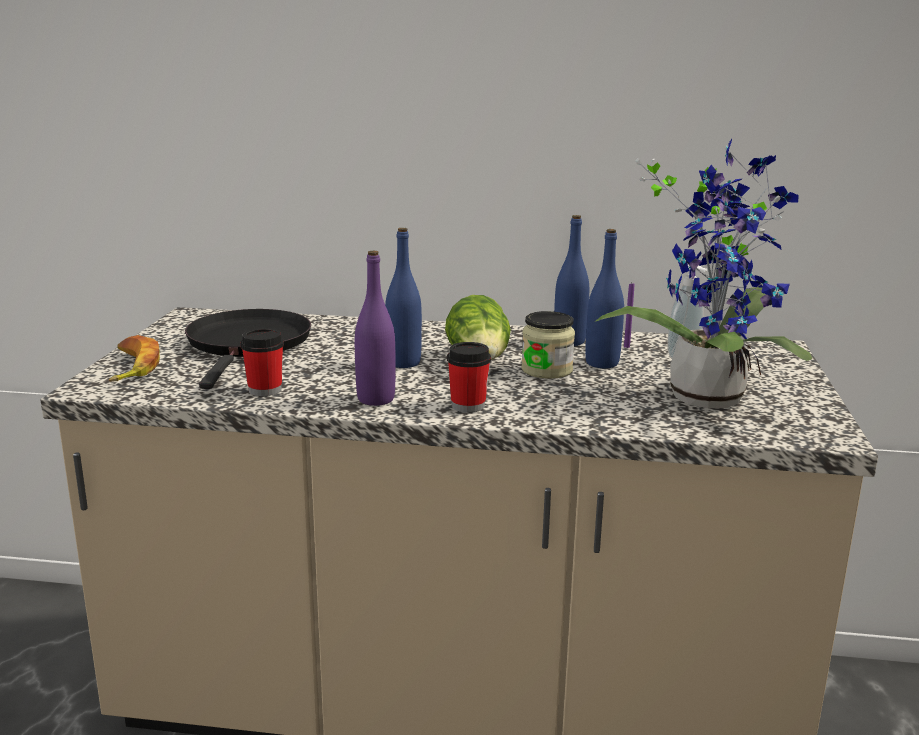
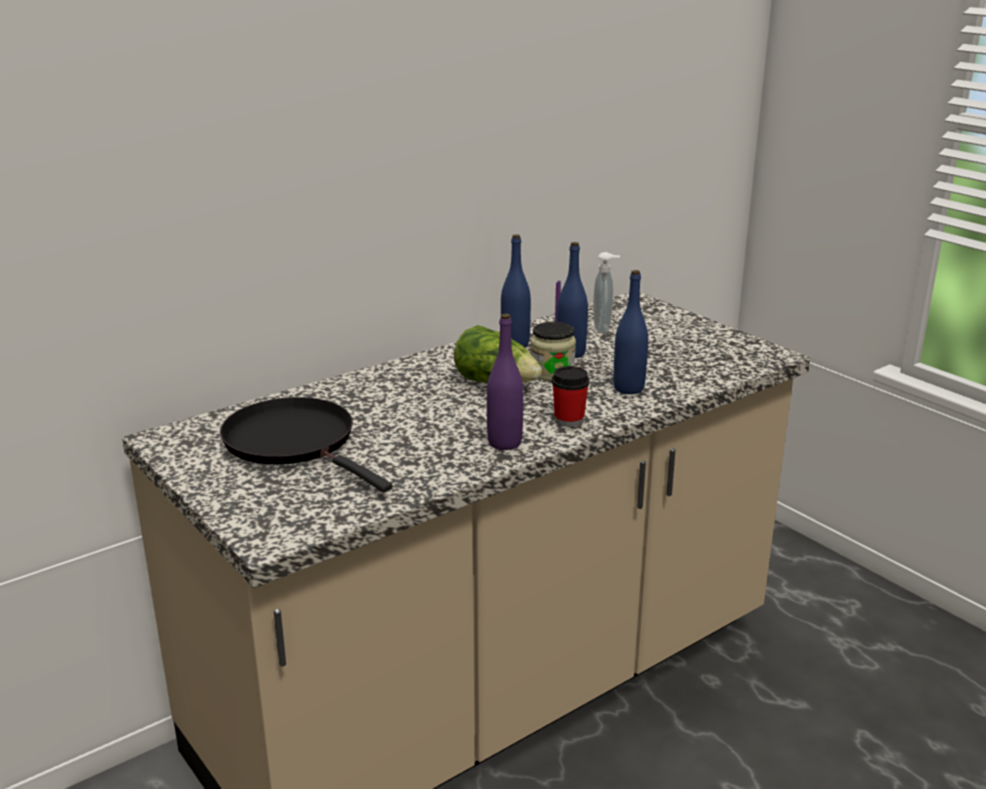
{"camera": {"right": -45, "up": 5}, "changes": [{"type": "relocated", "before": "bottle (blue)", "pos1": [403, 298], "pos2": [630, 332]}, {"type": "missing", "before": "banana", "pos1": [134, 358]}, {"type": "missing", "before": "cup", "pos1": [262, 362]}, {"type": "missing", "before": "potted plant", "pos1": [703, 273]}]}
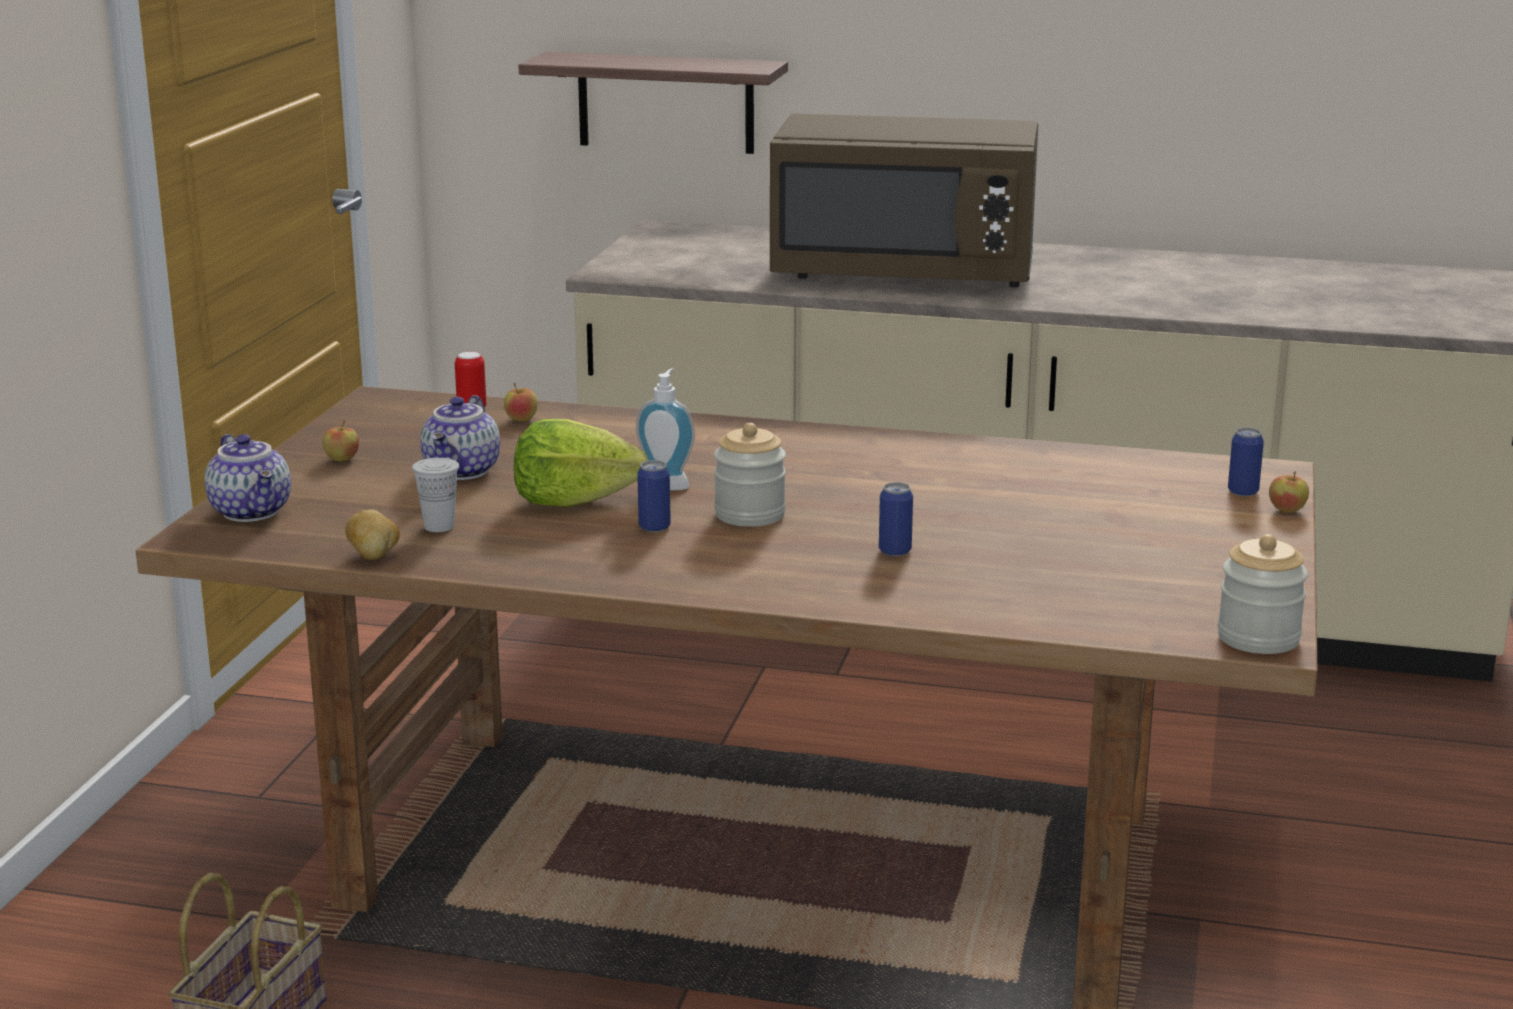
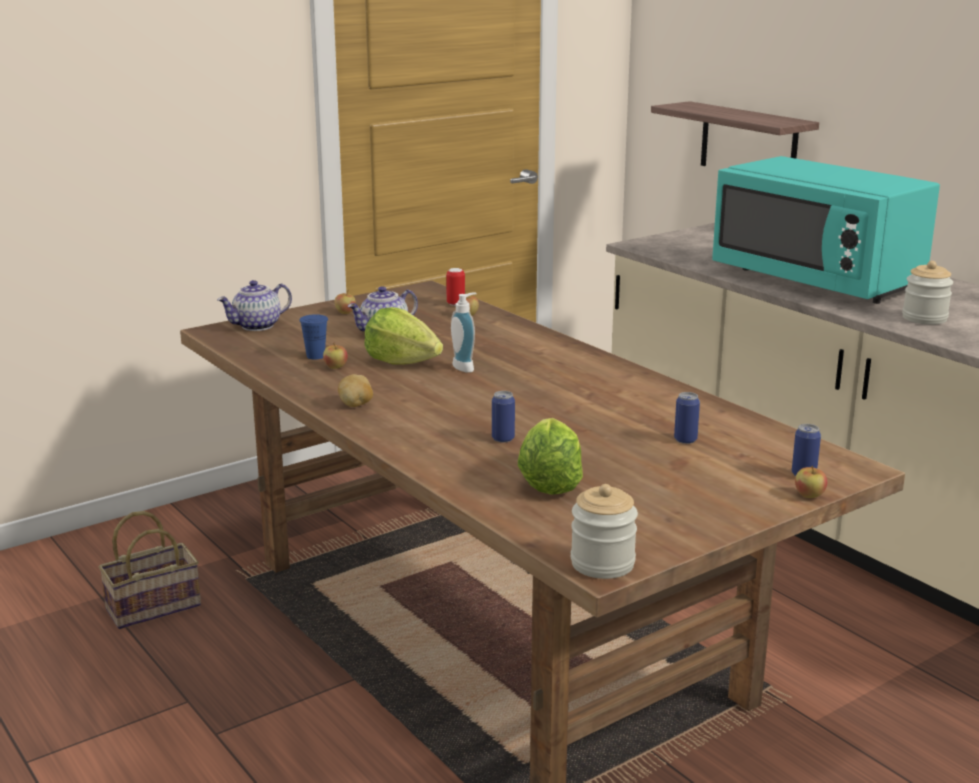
{"camera": {"right": 40, "up": 0}, "changes": [{"type": "spun", "before": "teapot", "pos1": [248, 478], "pos2": [254, 305], "turn": 45}, {"type": "colour", "before": "cup (white)", "after": "cup (blue)", "pos1": [435, 495], "pos2": [313, 337]}, {"type": "appeared", "after": "apple", "pos2": [335, 356]}, {"type": "relocated", "before": "potato", "pos1": [372, 534], "pos2": [355, 390]}, {"type": "appeared", "after": "lettuce", "pos2": [550, 456]}, {"type": "relocated", "before": "can", "pos1": [654, 496], "pos2": [687, 418]}, {"type": "colour", "before": "microwave (brown)", "after": "microwave (turquoise)", "pos1": [904, 200], "pos2": [826, 230]}, {"type": "relocated", "before": "jar", "pos1": [750, 475], "pos2": [927, 293]}]}
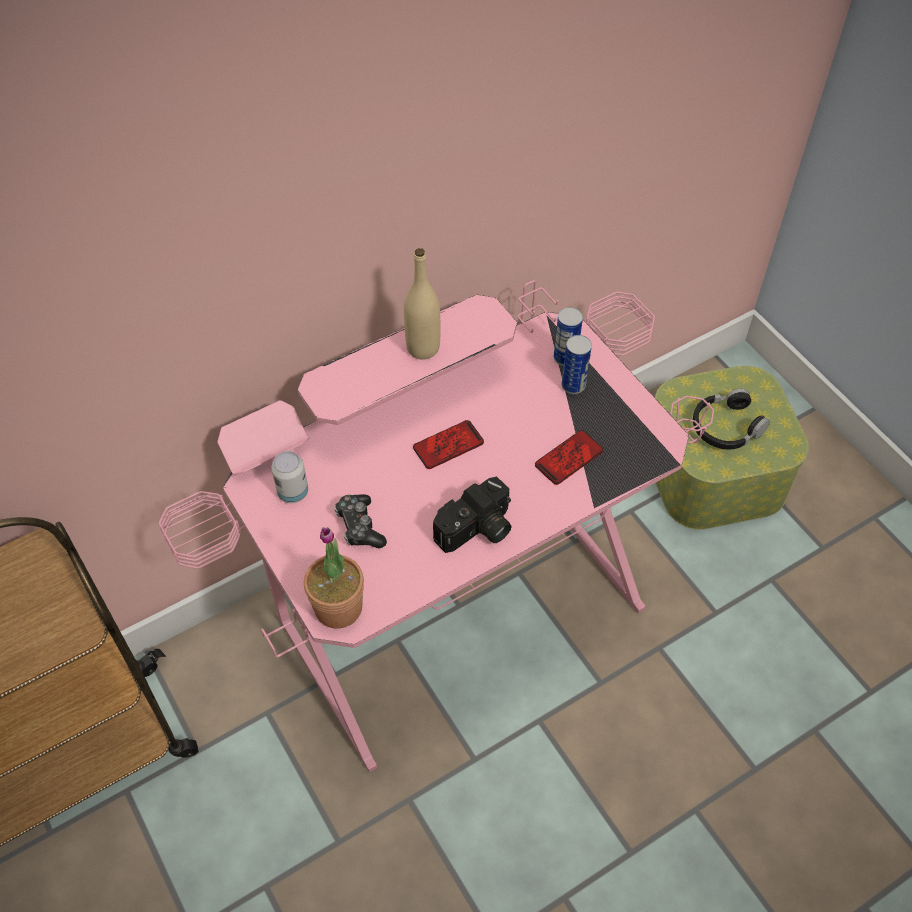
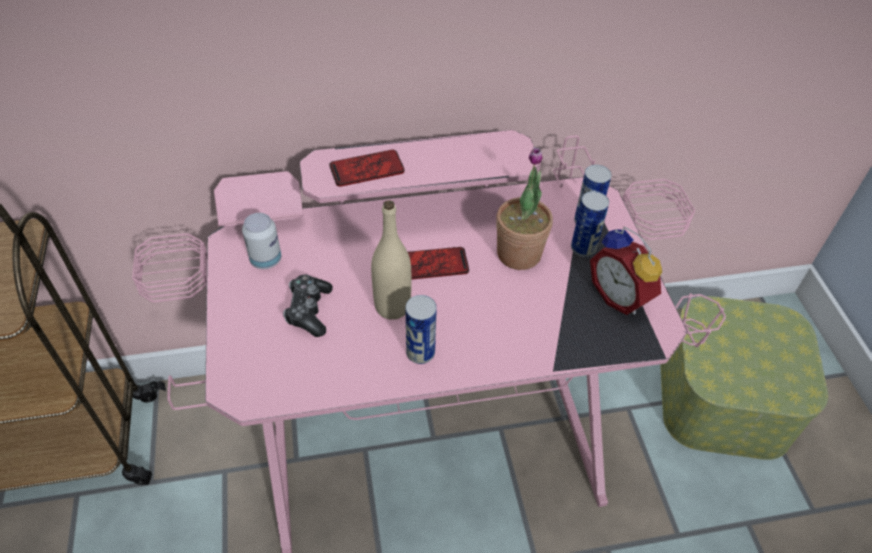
{"camera": {"right": 20, "up": -5}, "changes": [{"type": "relocated", "before": "phone", "pos1": [569, 457], "pos2": [367, 168]}, {"type": "relocated", "before": "bottle (beige)", "pos1": [422, 304], "pos2": [391, 260]}, {"type": "exchanged", "before": "photo camera", "after": "can", "pos1": [472, 515], "pos2": [421, 329]}, {"type": "relocated", "before": "potted plant", "pos1": [334, 578], "pos2": [524, 208]}, {"type": "appeared", "after": "alarm clock", "pos2": [626, 271]}, {"type": "missing", "before": "headphones (black)", "pos1": [731, 419]}]}
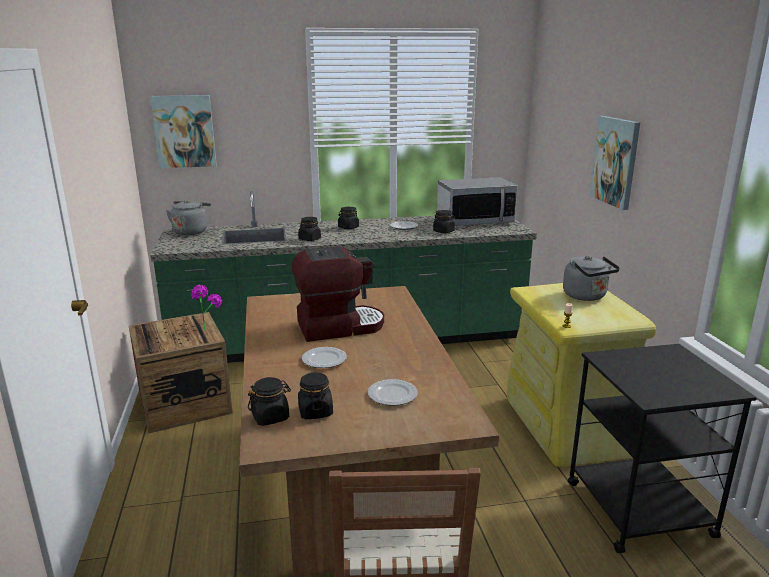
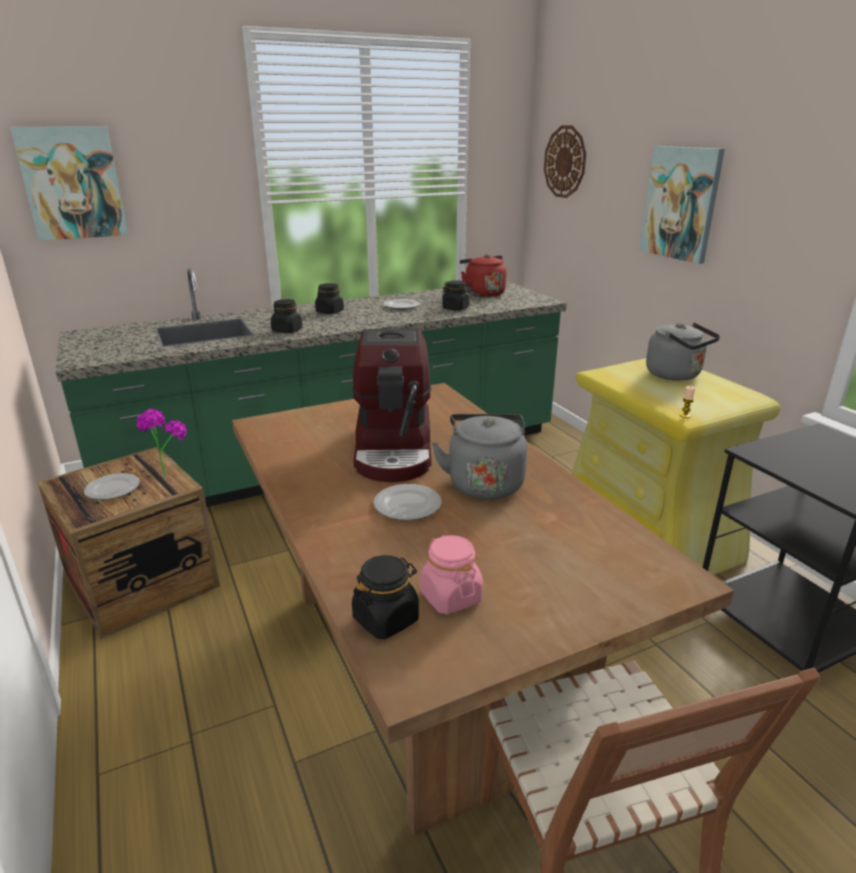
{"camera": {"right": -15, "up": 5}, "changes": [{"type": "relocated", "before": "plate", "pos1": [393, 392], "pos2": [112, 486]}, {"type": "spun", "before": "coffee machine", "pos1": [338, 294], "pos2": [391, 405], "turn": 120}, {"type": "colour", "before": "jar (black)", "after": "jar (pink)", "pos1": [315, 395], "pos2": [451, 574]}, {"type": "relocated", "before": "kettle (grey)", "pos1": [188, 217], "pos2": [480, 456]}, {"type": "exchanged", "before": "microwave", "after": "kettle (red)", "pos1": [477, 201], "pos2": [483, 275]}, {"type": "appeared", "after": "wall clock", "pos2": [565, 161]}]}
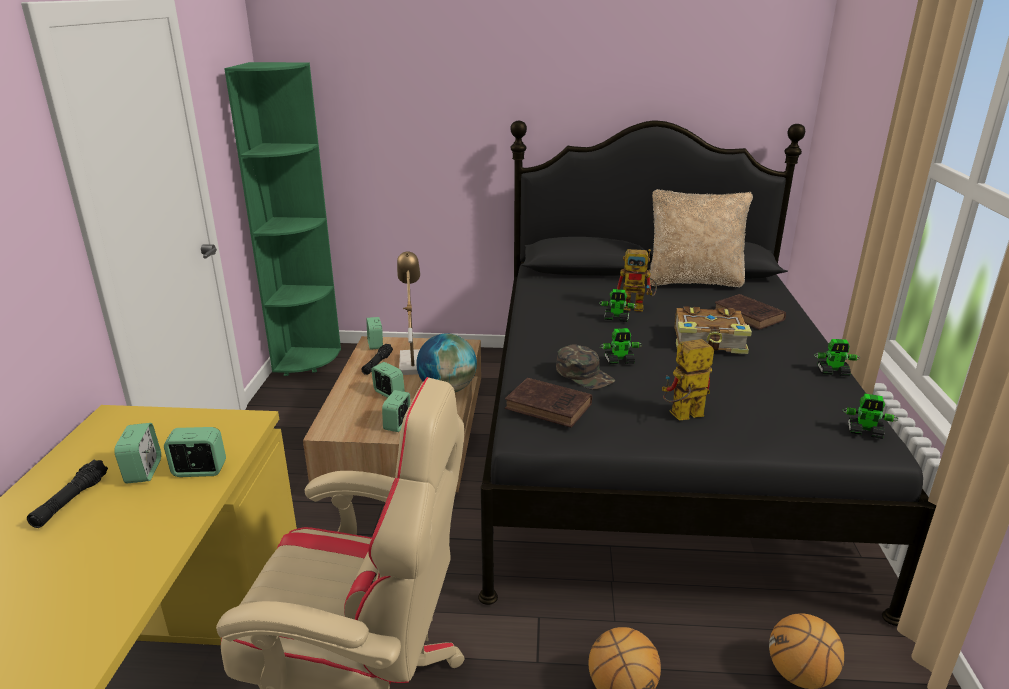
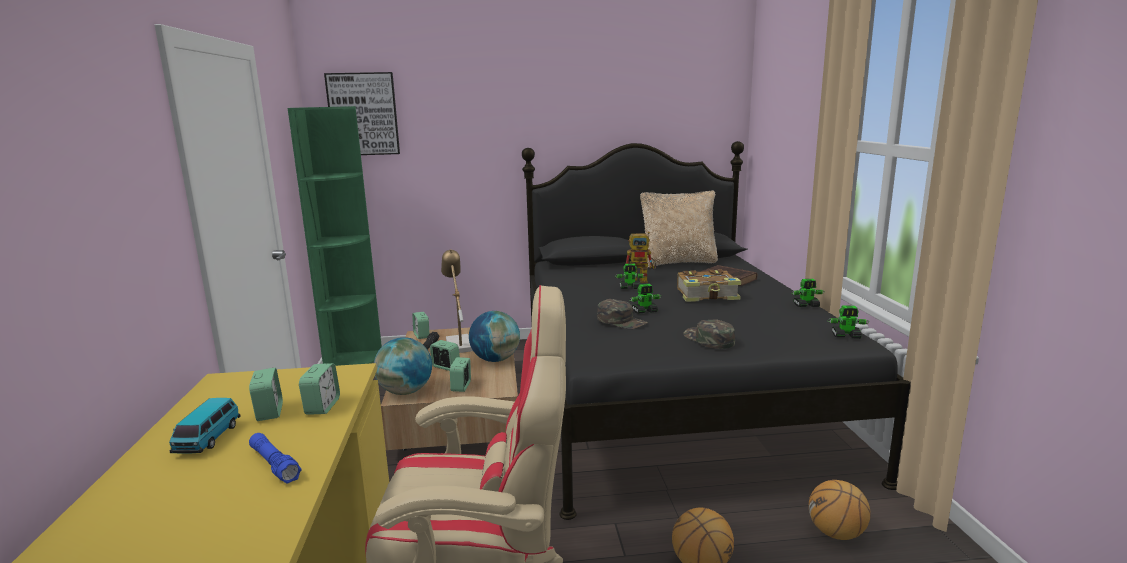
{"camera": {"right": -10, "up": -10}, "changes": [{"type": "exchanged", "before": "flashlight (black)", "after": "toy car", "pos1": [67, 494], "pos2": [205, 426]}, {"type": "appeared", "after": "flashlight (blue)", "pos2": [275, 458]}, {"type": "spun", "before": "alarm clock", "pos1": [195, 452], "pos2": [319, 389], "turn": 105}, {"type": "appeared", "after": "picture", "pos2": [362, 113]}, {"type": "appeared", "after": "globe", "pos2": [403, 366]}, {"type": "exchanged", "before": "toy robot", "after": "cap (green)", "pos1": [688, 379], "pos2": [709, 334]}, {"type": "missing", "before": "book (brown)", "pos1": [548, 403]}]}
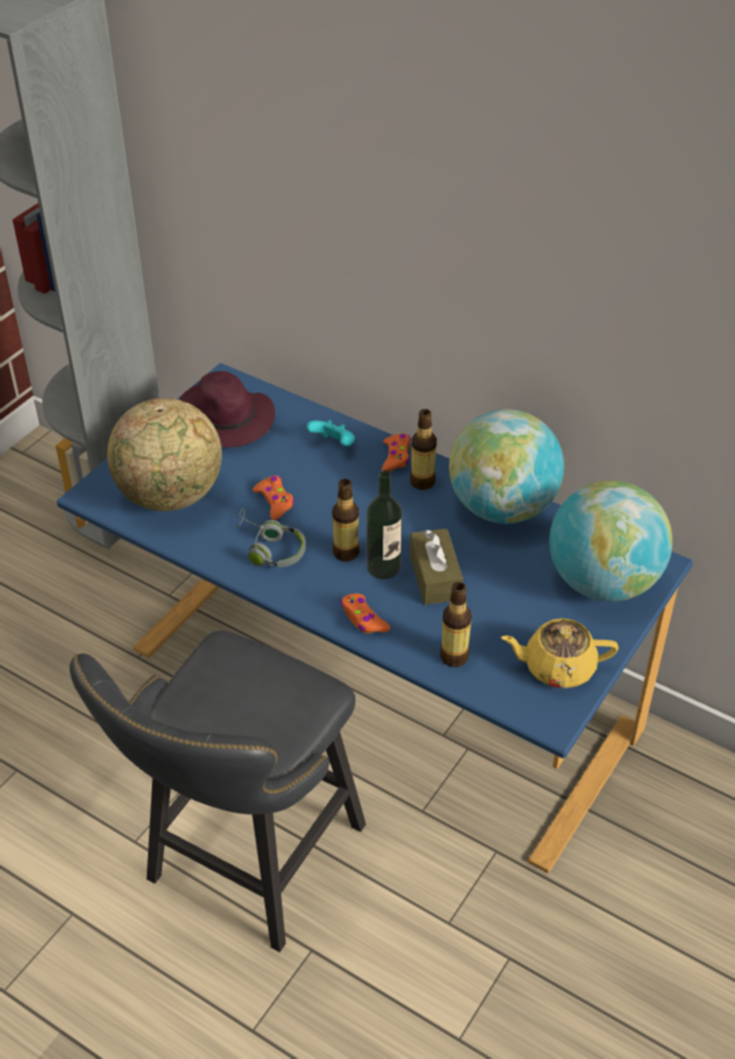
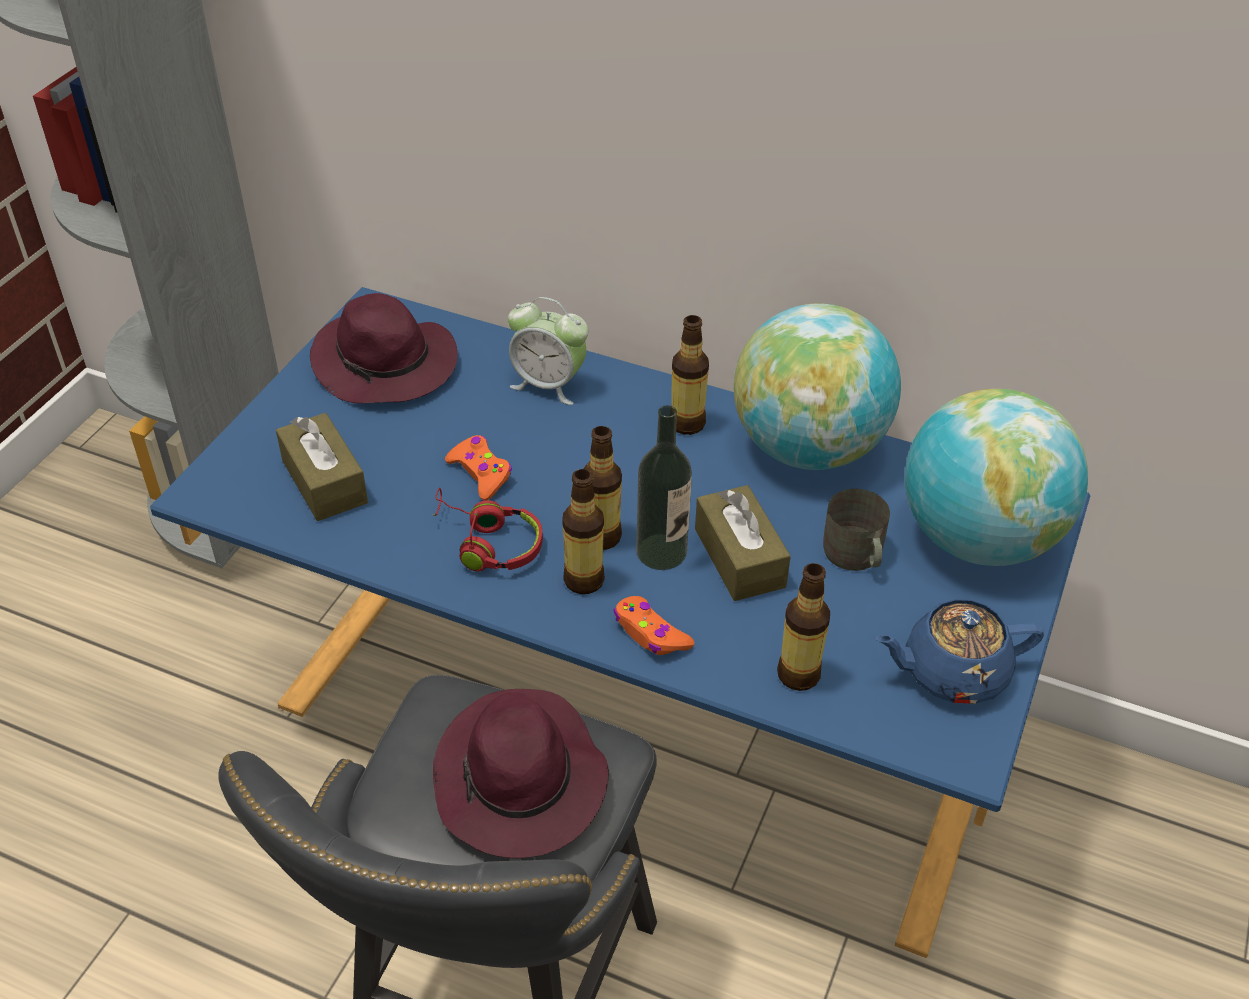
{"camera": {"right": -10, "up": 0}, "changes": [{"type": "exchanged", "before": "globe", "after": "tissue box (brown)", "pos1": [164, 454], "pos2": [322, 467]}, {"type": "colour", "before": "headphones (grey)", "after": "headphones (red)", "pos1": [271, 537], "pos2": [487, 530]}, {"type": "appeared", "after": "hat (purple)", "pos2": [521, 773]}, {"type": "exchanged", "before": "game controller (turquoise)", "after": "alarm clock", "pos1": [331, 433], "pos2": [548, 351]}, {"type": "appeared", "after": "bottle", "pos2": [583, 531]}, {"type": "appeared", "after": "mug (grey)", "pos2": [856, 530]}, {"type": "colour", "before": "teapot (yellow)", "after": "teapot (blue)", "pos1": [560, 653], "pos2": [959, 651]}, {"type": "missing", "before": "game controller (orange)", "pos1": [396, 453]}]}
